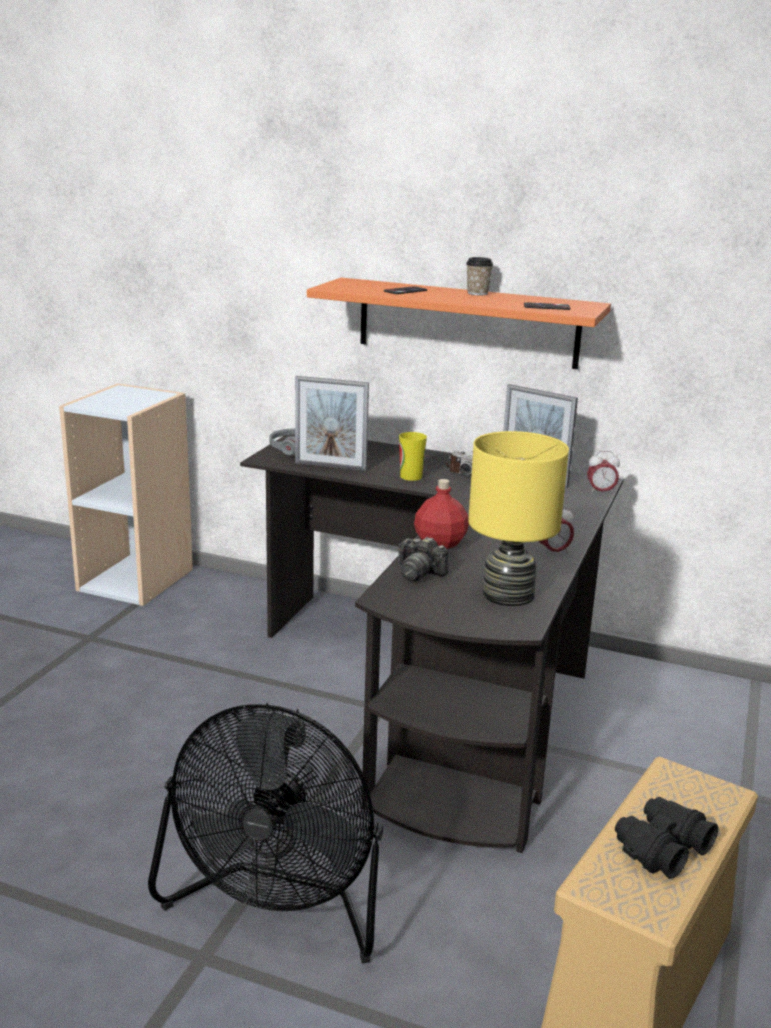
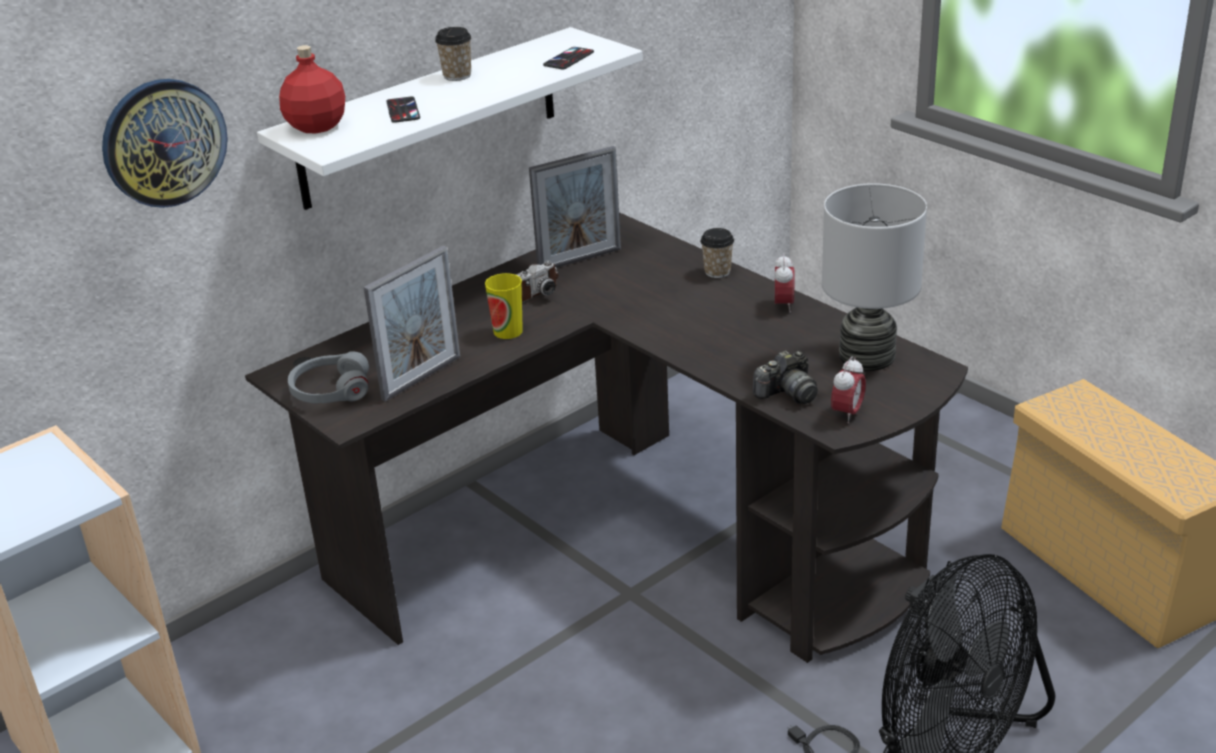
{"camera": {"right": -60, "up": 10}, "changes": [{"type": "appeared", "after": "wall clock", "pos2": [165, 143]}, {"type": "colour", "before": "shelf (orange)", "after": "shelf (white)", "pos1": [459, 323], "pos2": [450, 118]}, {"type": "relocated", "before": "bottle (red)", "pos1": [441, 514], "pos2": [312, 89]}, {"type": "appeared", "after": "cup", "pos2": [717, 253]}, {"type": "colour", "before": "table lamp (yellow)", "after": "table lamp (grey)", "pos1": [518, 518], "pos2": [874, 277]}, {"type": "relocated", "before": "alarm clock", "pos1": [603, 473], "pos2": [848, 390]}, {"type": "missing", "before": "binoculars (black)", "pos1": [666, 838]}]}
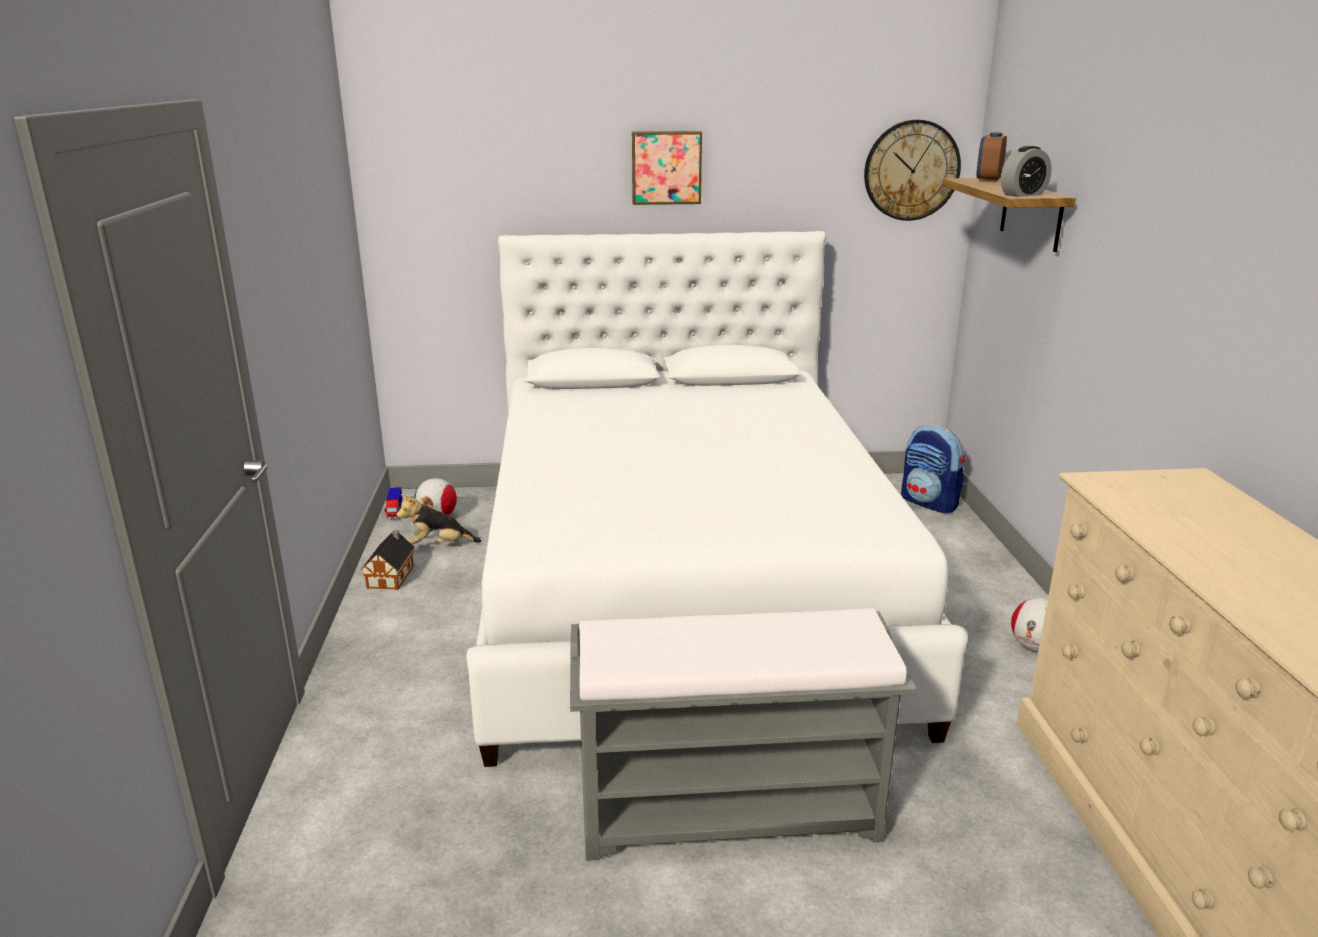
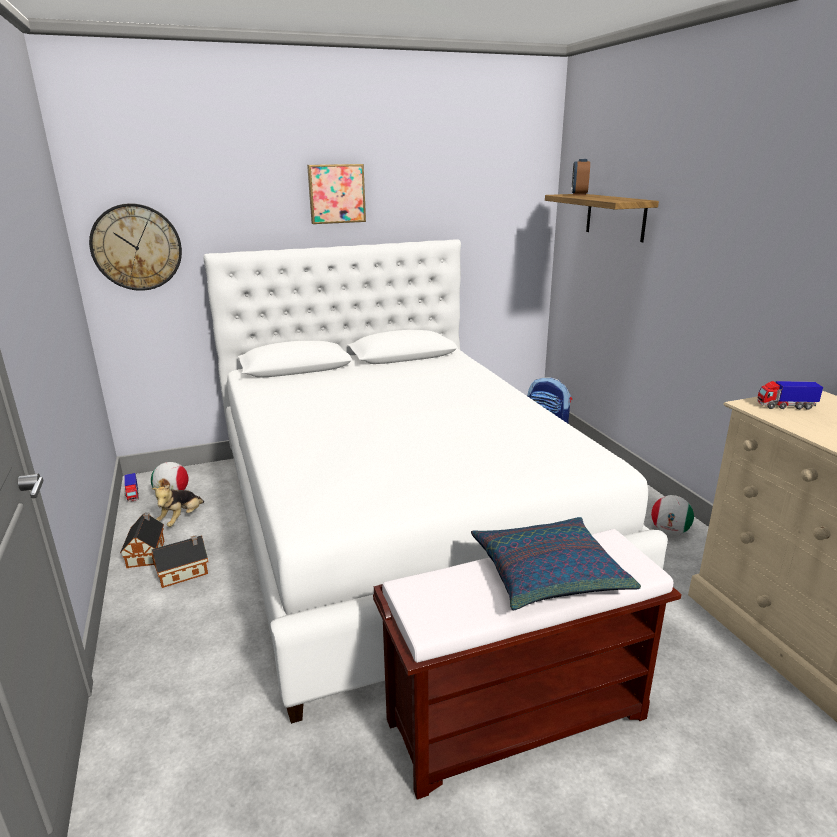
{"camera": {"right": -15, "up": 0}, "changes": [{"type": "relocated", "before": "wall clock", "pos1": [912, 170], "pos2": [135, 247]}, {"type": "spun", "before": "plush toy", "pos1": [439, 519], "pos2": [178, 506], "turn": -45}, {"type": "appeared", "after": "toy house", "pos2": [180, 561]}, {"type": "colour", "before": "bench (grey)", "after": "bench (brown)", "pos1": [743, 734], "pos2": [527, 664]}, {"type": "appeared", "after": "pillow (blue)", "pos2": [556, 563]}, {"type": "appeared", "after": "toy truck", "pos2": [790, 395]}, {"type": "missing", "before": "alarm clock", "pos1": [1026, 171]}]}
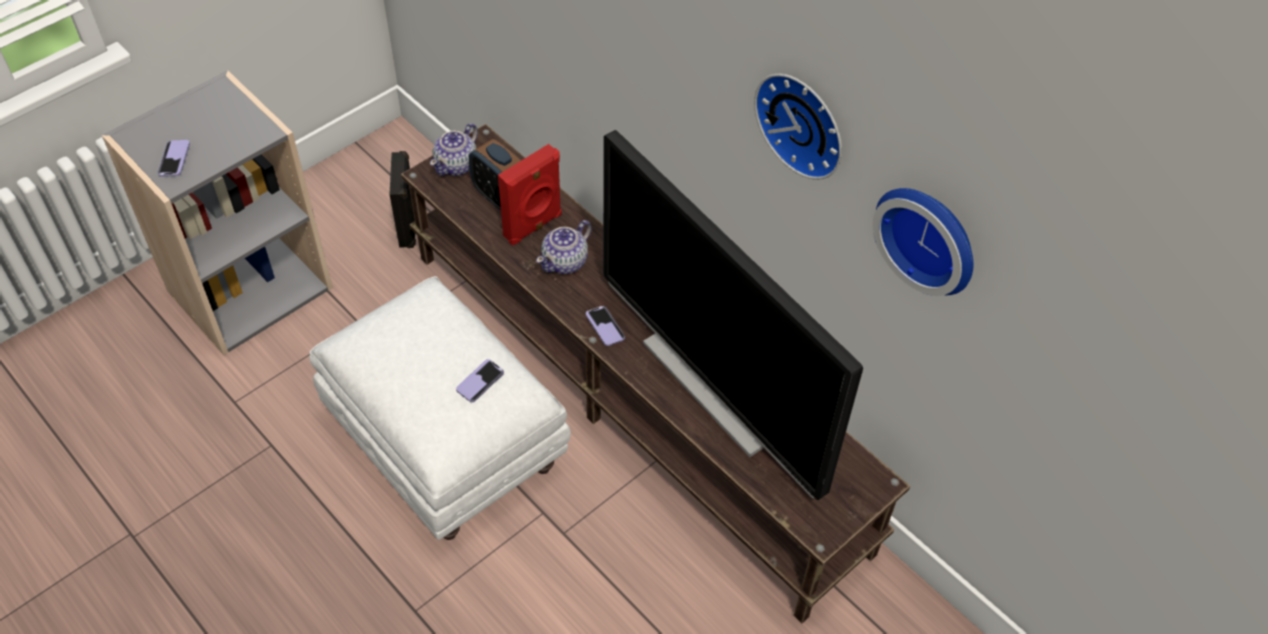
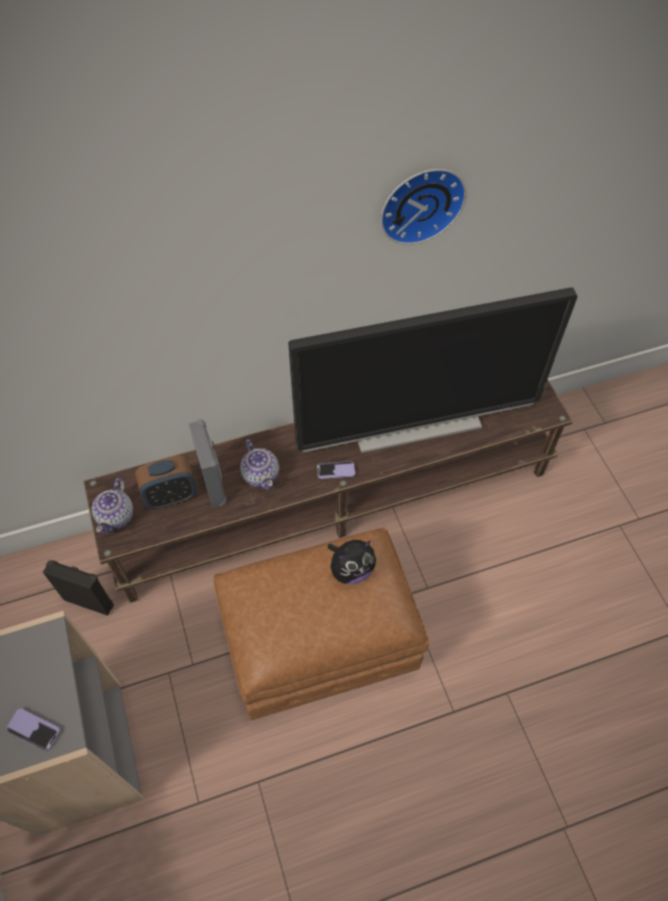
{"camera": {"right": -65, "up": 5}, "changes": [{"type": "spun", "before": "teapot", "pos1": [454, 149], "pos2": [113, 506], "turn": 45}, {"type": "colour", "before": "speaker (red)", "after": "speaker (grey)", "pos1": [530, 194], "pos2": [207, 463]}, {"type": "colour", "before": "ottoman (white)", "after": "ottoman (brown)", "pos1": [440, 408], "pos2": [321, 623]}, {"type": "exchanged", "before": "phone", "after": "plush toy", "pos1": [480, 380], "pos2": [351, 562]}, {"type": "missing", "before": "wall clock", "pos1": [923, 242]}]}
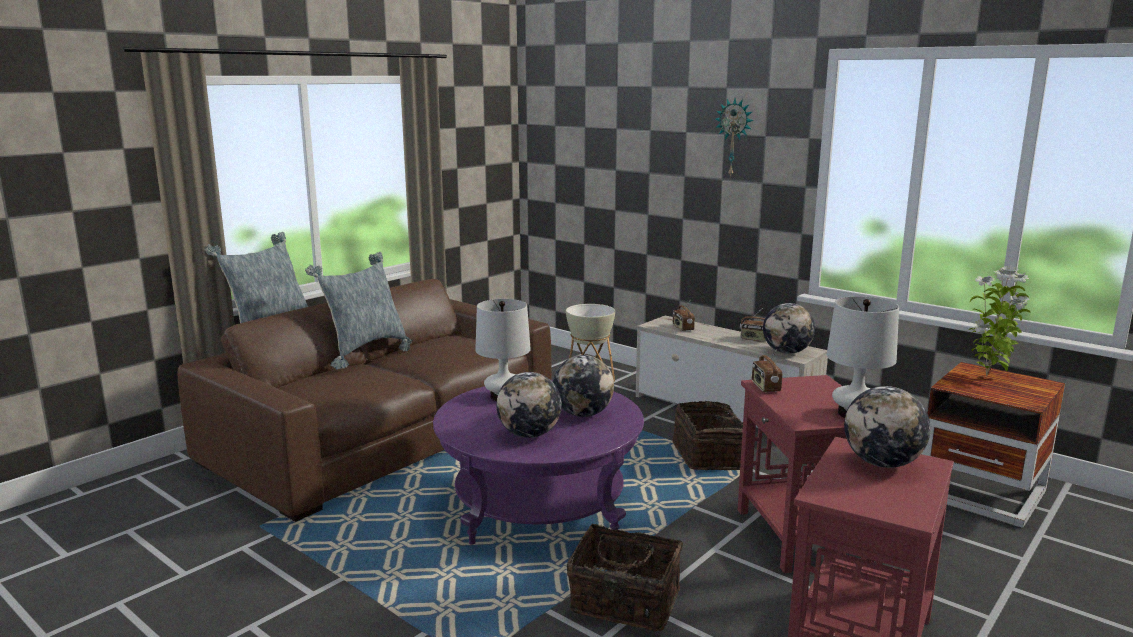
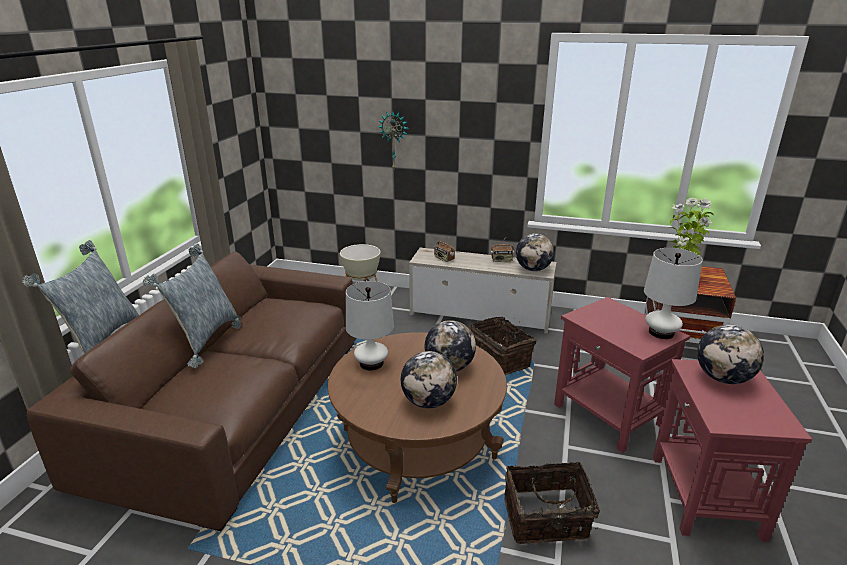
{"camera": {"right": -25, "up": 10}, "changes": [{"type": "colour", "before": "coffee table (purple)", "after": "coffee table (brown)", "pos1": [538, 462], "pos2": [417, 417]}, {"type": "relocated", "before": "wall clock", "pos1": [734, 138], "pos2": [393, 139]}, {"type": "missing", "before": "radio", "pos1": [767, 370]}]}
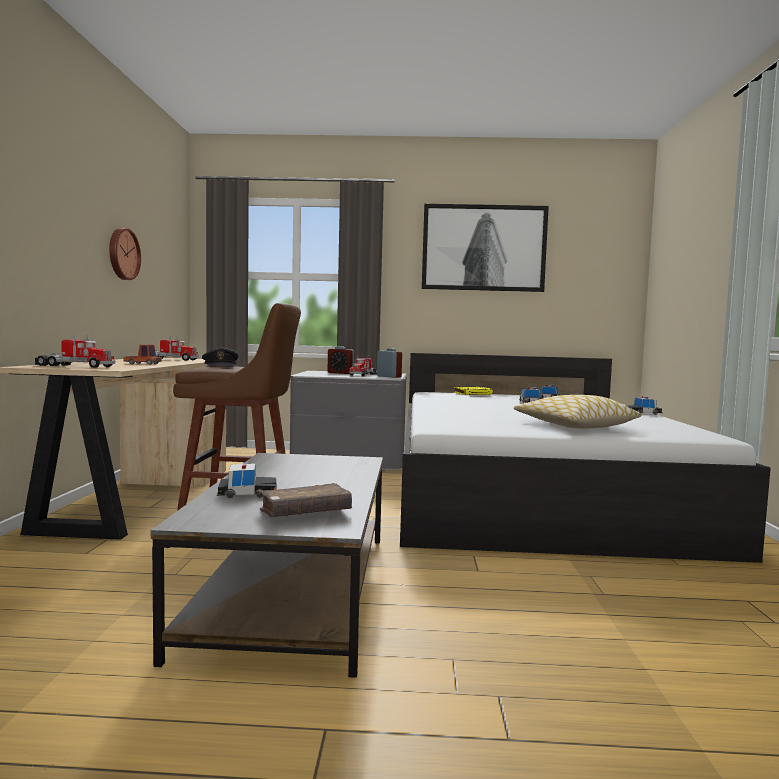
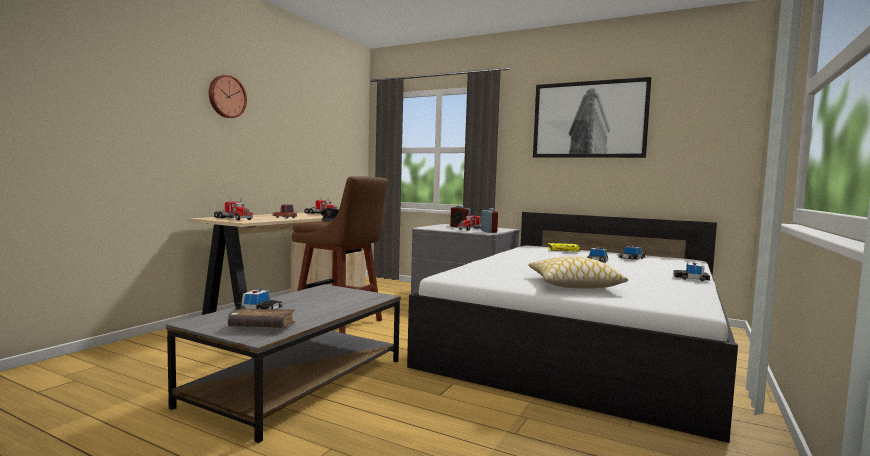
{"camera": {"right": 25, "up": 0}, "changes": [{"type": "relocated", "before": "wall clock", "pos1": [125, 254], "pos2": [228, 96]}]}
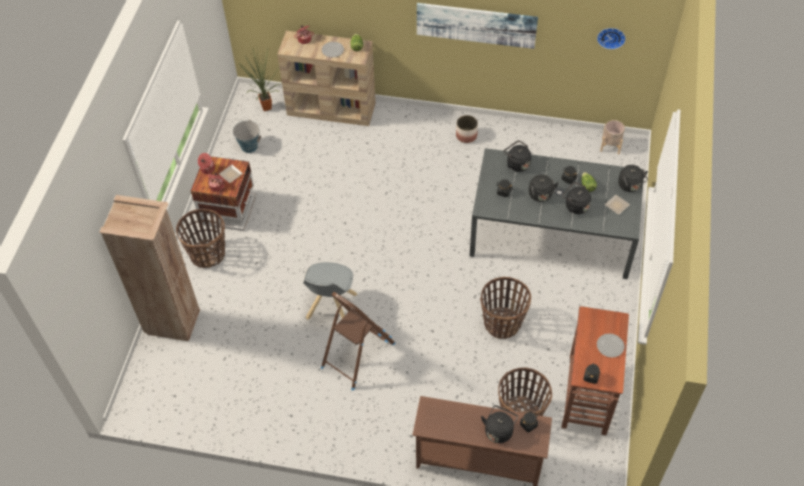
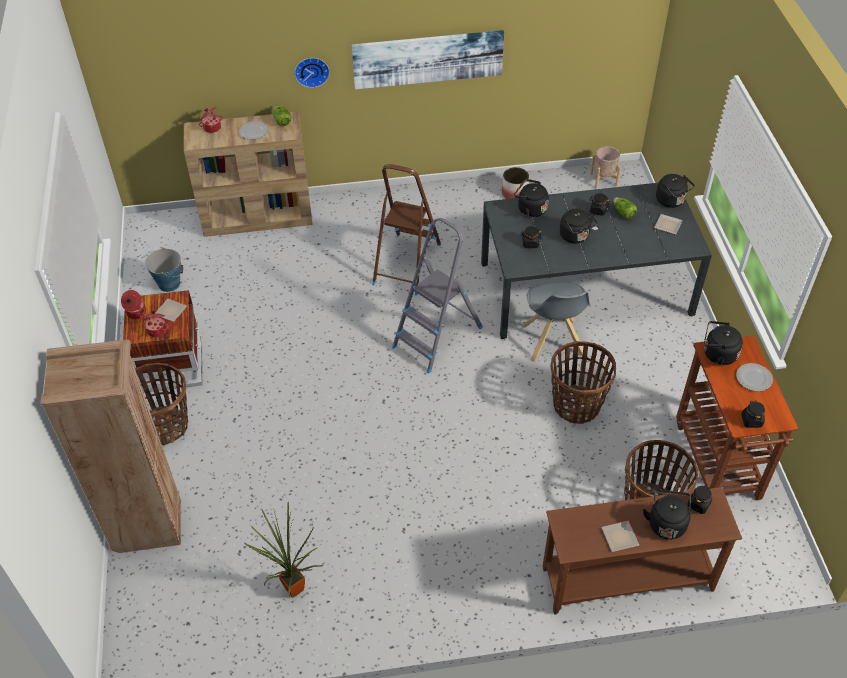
{"camera": {"right": -20, "up": -5}, "changes": [{"type": "relocated", "before": "potted plant", "pos1": [260, 80], "pos2": [284, 550]}, {"type": "relocated", "before": "wall clock", "pos1": [611, 38], "pos2": [312, 73]}, {"type": "relocated", "before": "step ladder (brown)", "pos1": [358, 341], "pos2": [406, 230]}, {"type": "appeared", "after": "step ladder (grey)", "pos2": [437, 296]}, {"type": "relocated", "before": "planter", "pos1": [467, 129], "pos2": [515, 183]}, {"type": "relocated", "before": "chair (grey)", "pos1": [330, 291], "pos2": [556, 322]}, {"type": "appeared", "after": "plate", "pos2": [620, 536]}, {"type": "relocated", "before": "kettle (black)", "pos1": [576, 198], "pos2": [723, 343]}]}
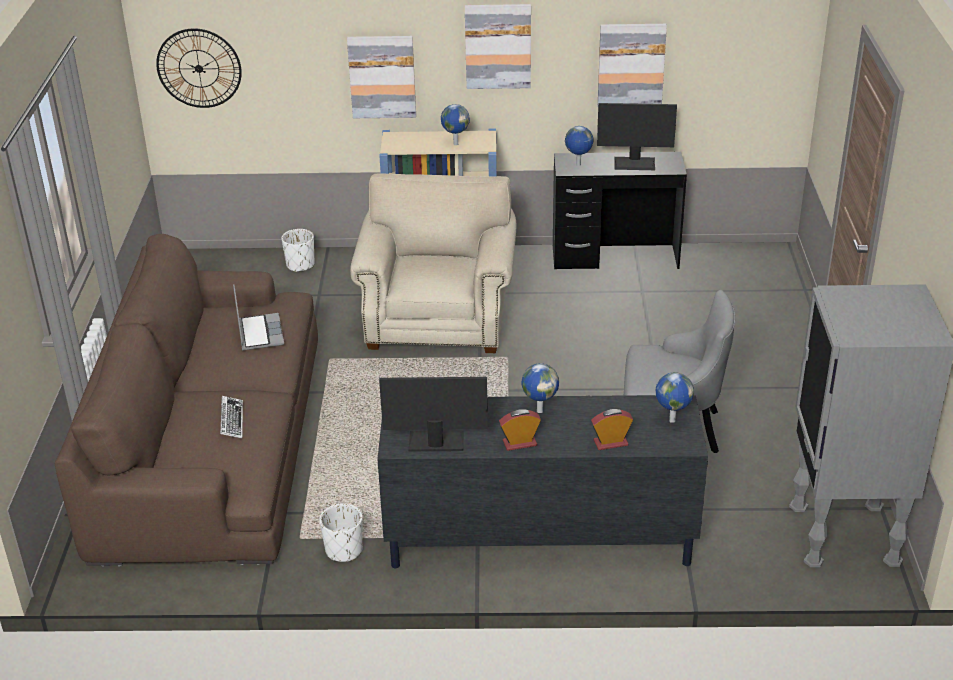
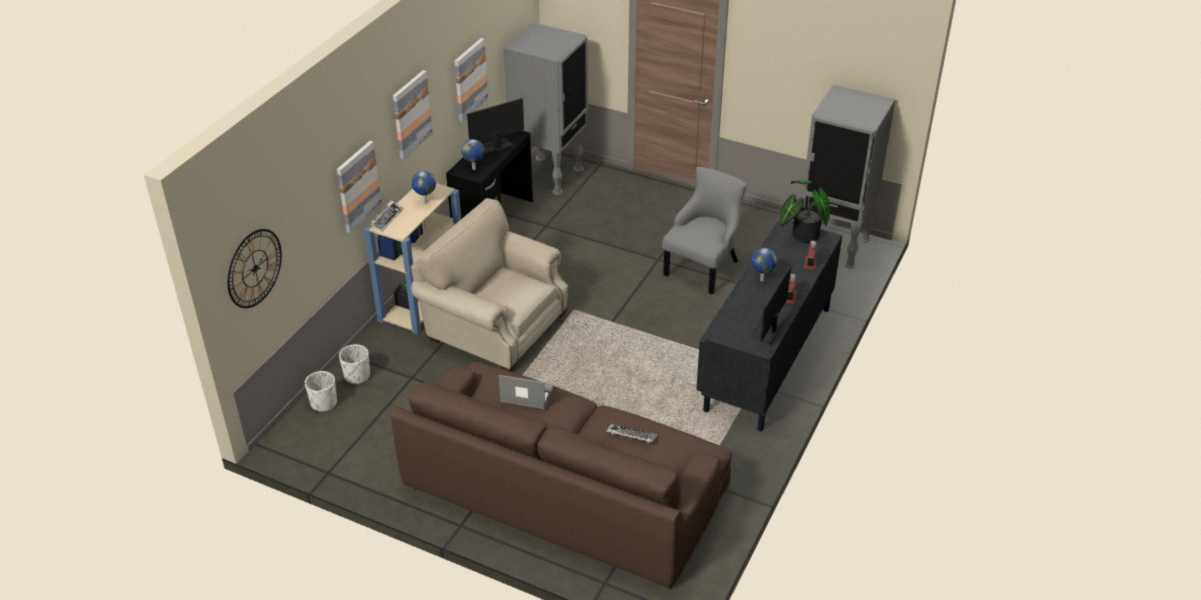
{"camera": {"right": -65, "up": 5}, "changes": [{"type": "relocated", "before": "planter (white)", "pos1": [341, 532], "pos2": [321, 391]}, {"type": "appeared", "after": "keyboard", "pos2": [386, 216]}, {"type": "spun", "before": "monitor", "pos1": [637, 136], "pos2": [495, 126], "turn": -150}, {"type": "appeared", "after": "cabinet (grey)", "pos2": [545, 108]}, {"type": "exchanged", "before": "globe", "after": "potted plant", "pos1": [675, 397], "pos2": [805, 211]}]}
